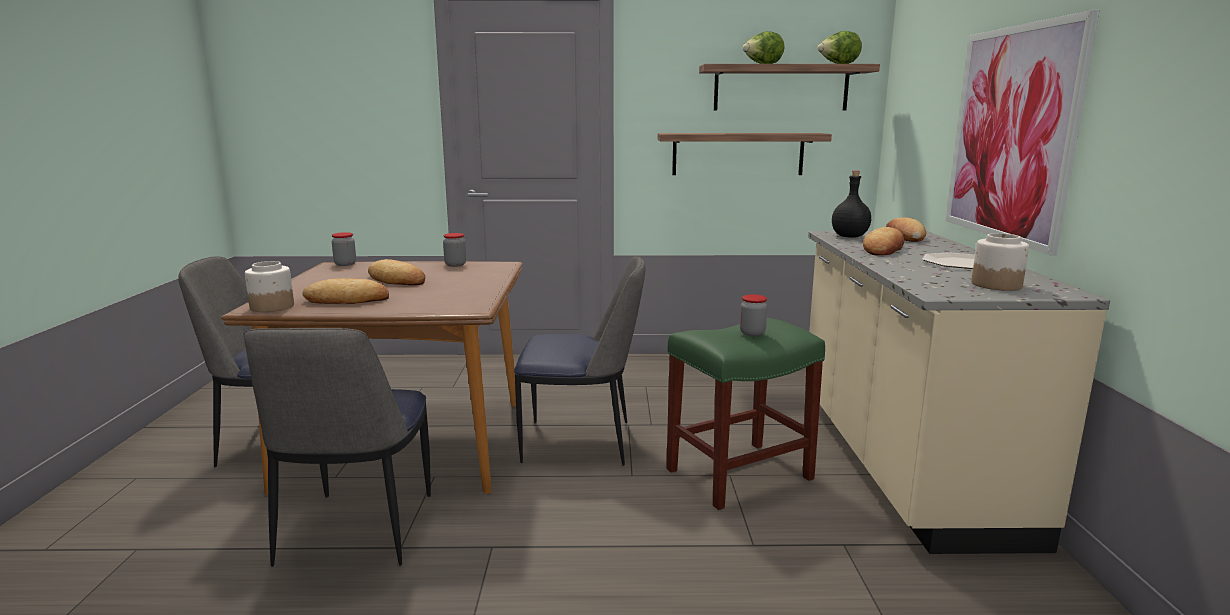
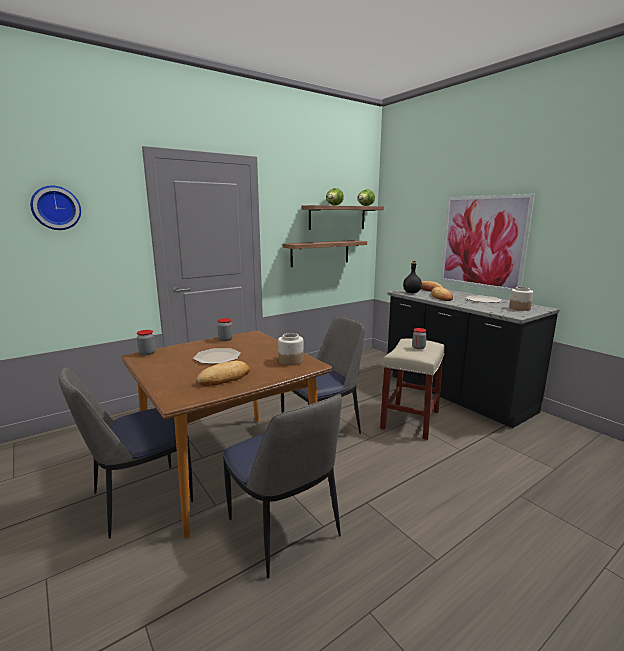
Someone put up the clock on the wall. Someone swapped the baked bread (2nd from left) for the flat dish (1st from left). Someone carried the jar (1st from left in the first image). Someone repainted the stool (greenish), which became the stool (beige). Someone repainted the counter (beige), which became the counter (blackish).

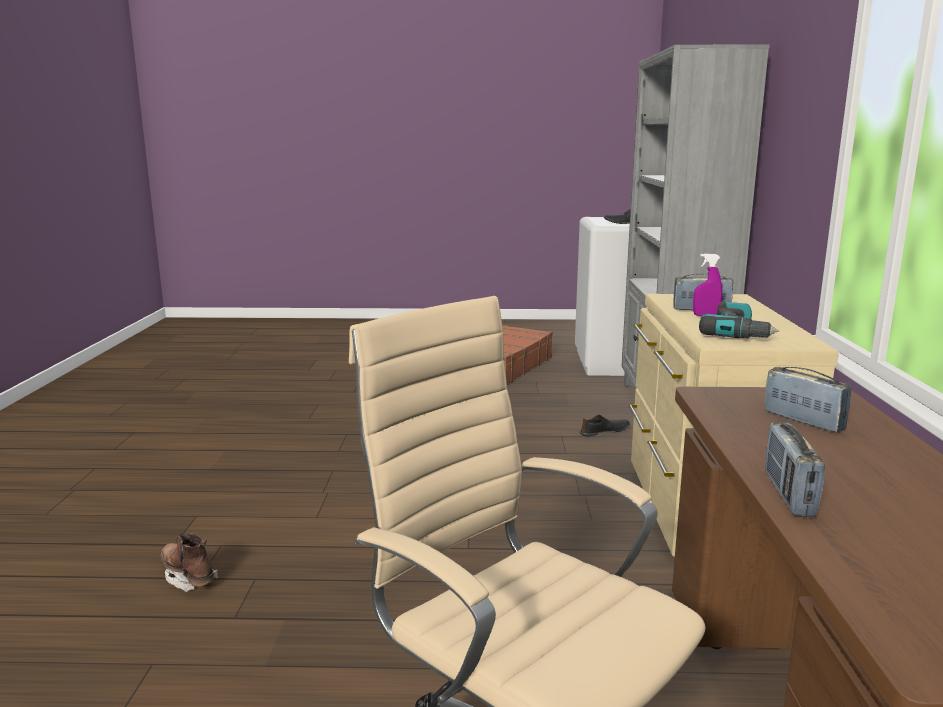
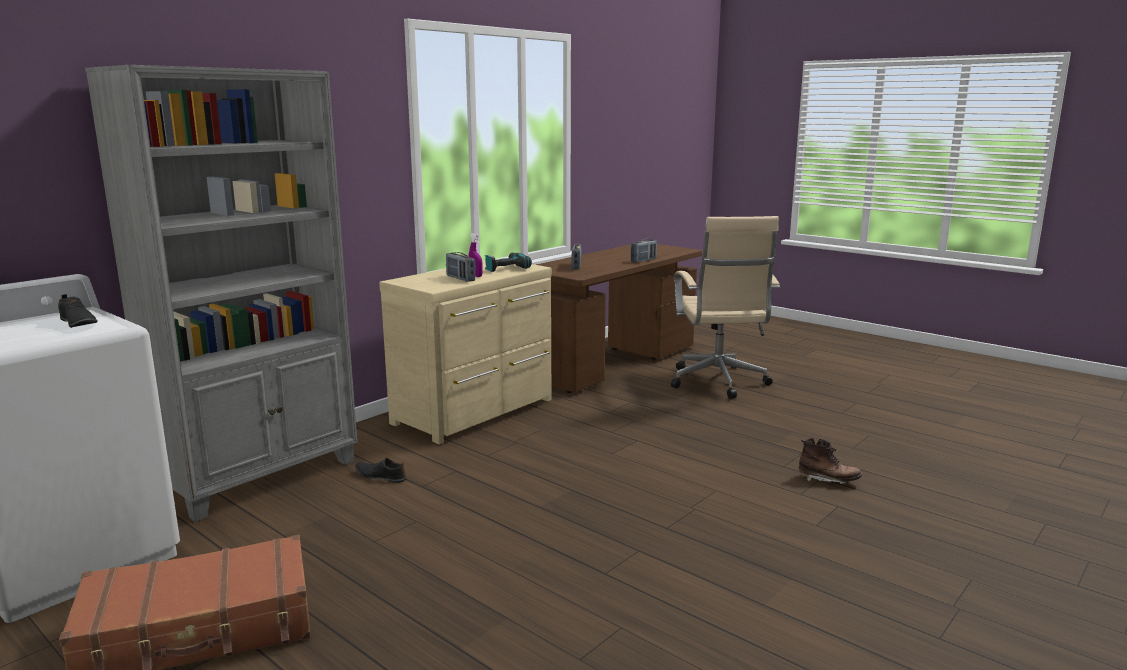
Someone rotated the boot (brown) by 60 degrees counterclockwise.

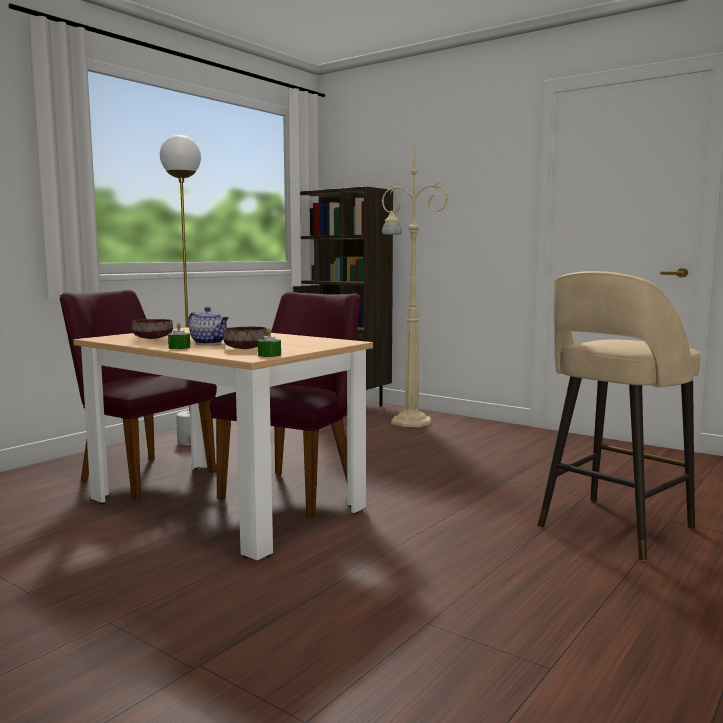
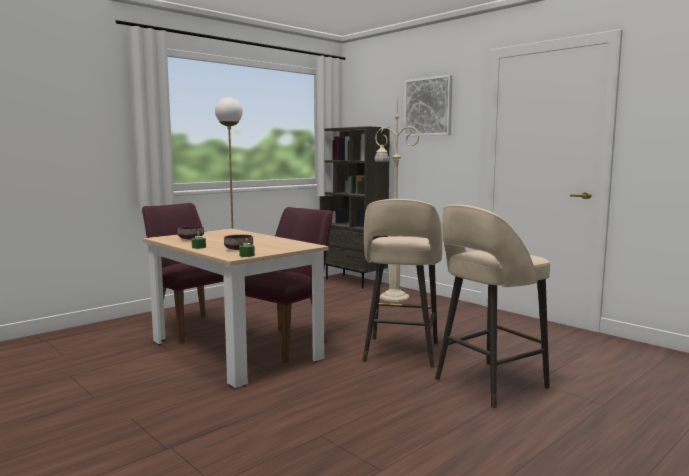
Someone put down the stool (beige) (1st from left). Someone put up the picture. Someone took away the pot for tea.

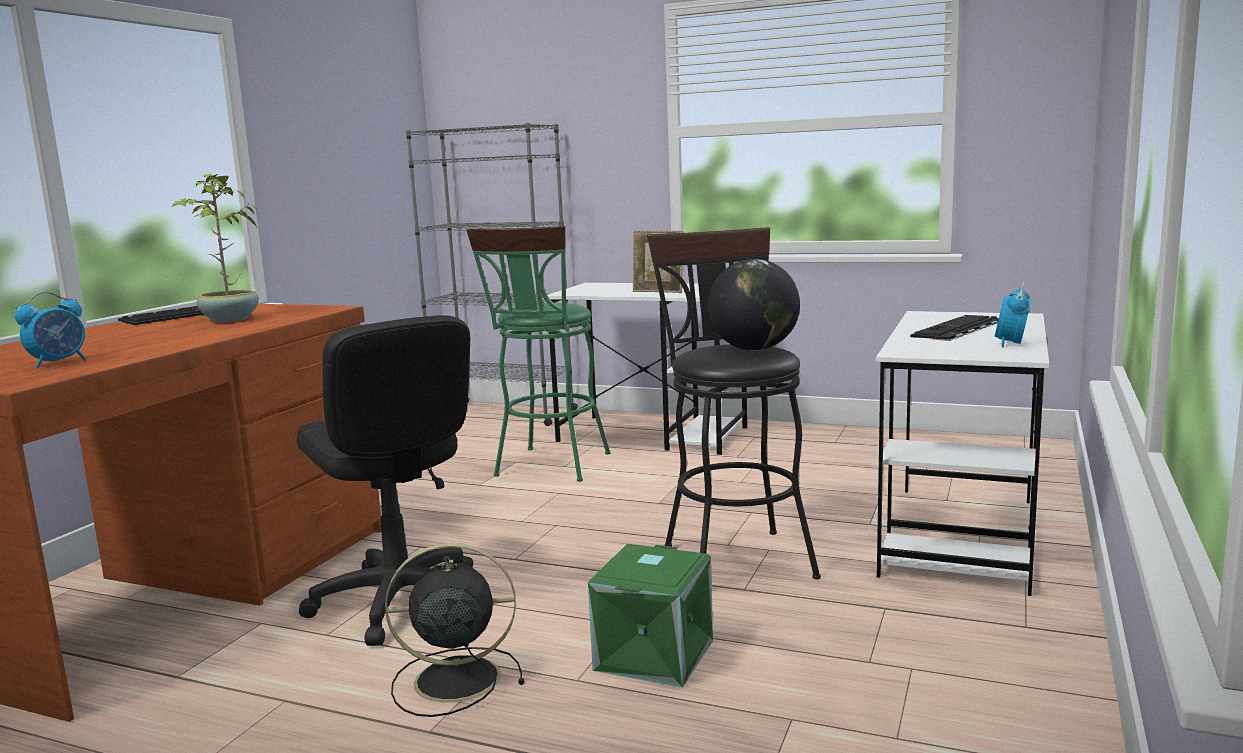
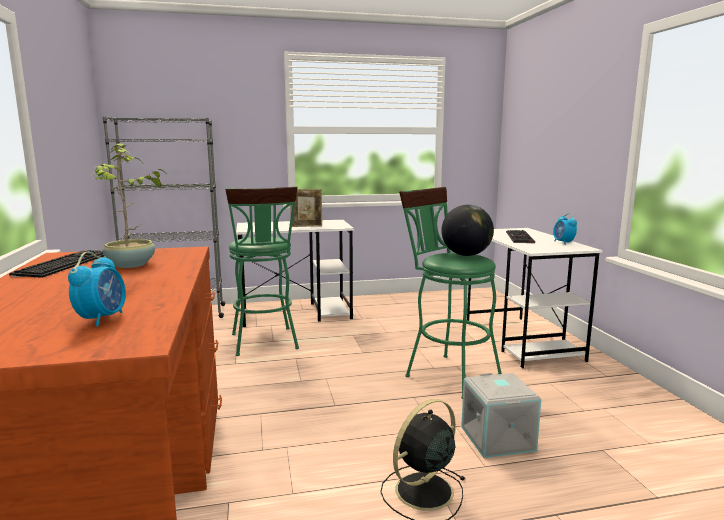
Someone repainted the stool (blackish), which became the stool (greenish) (2nd from left). Someone repainted the storage bin (greenish), which became the storage bin (greyish). Someone took away the desk chair (blackish).

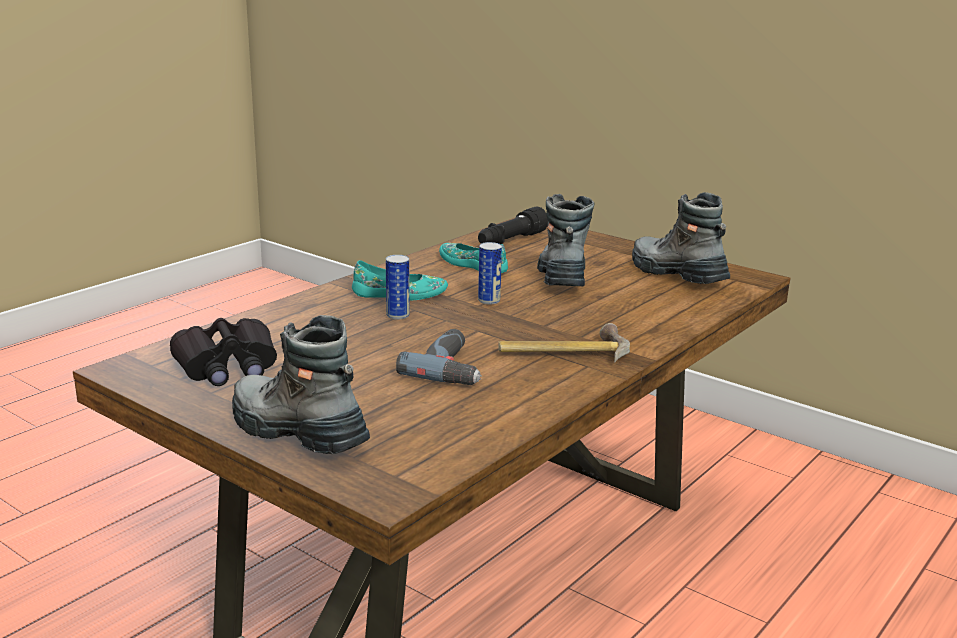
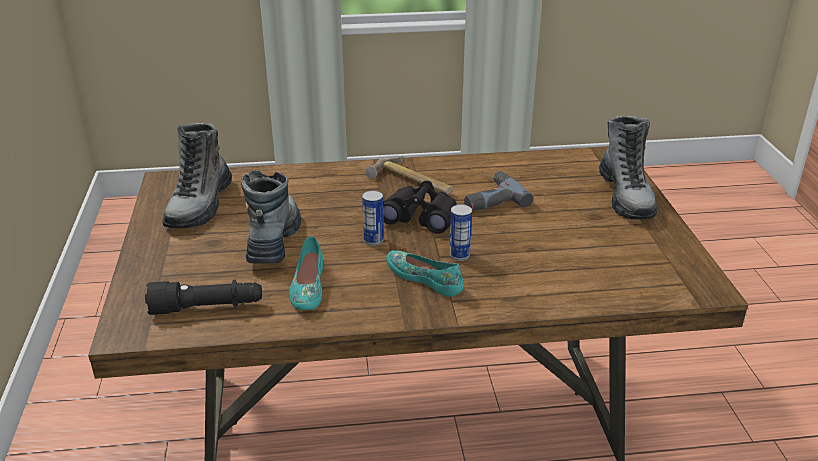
Someone rotated the boot (2nd from left) by 135 degrees clockwise. Someone carried the field glasses (blackish).

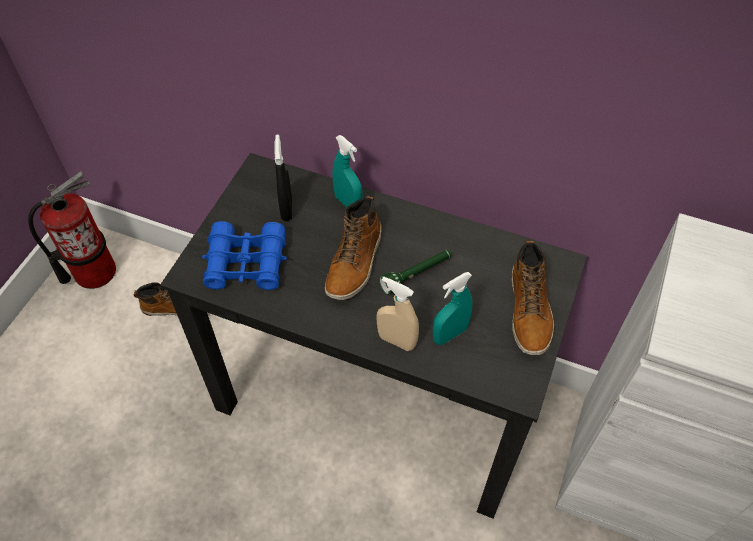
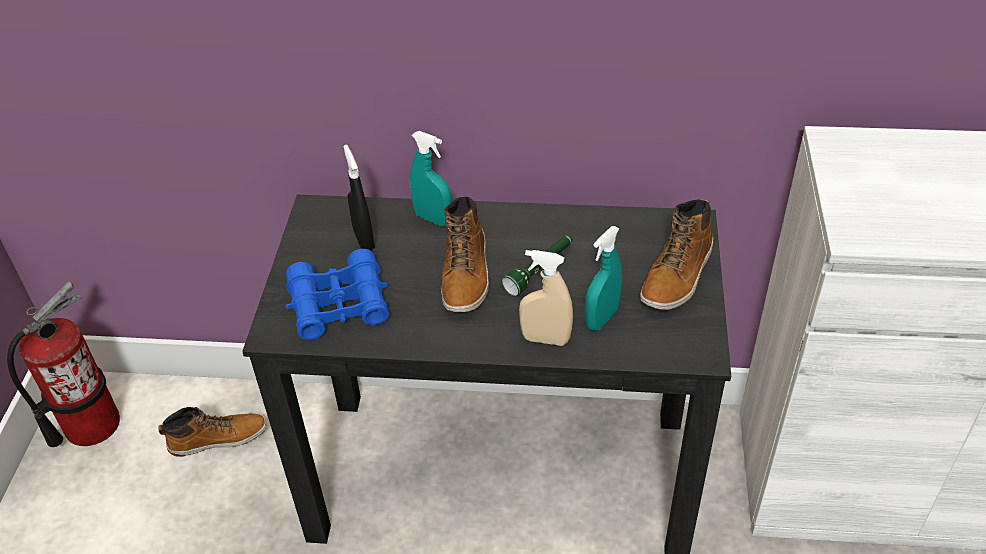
Someone rotated the boot (3rd from left) by 45 degrees clockwise.

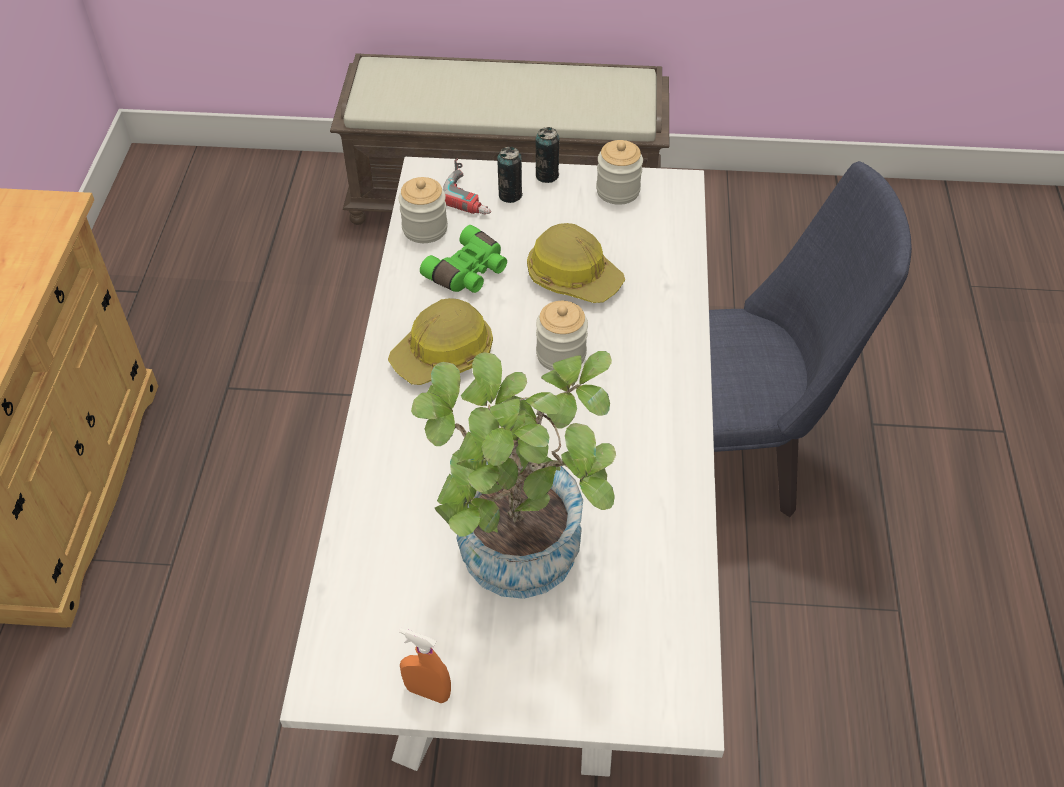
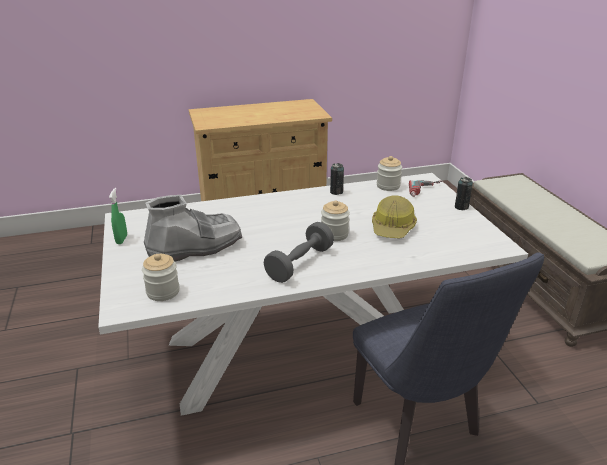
Someone repainted the hand sprayer (orange-coloured), which became the hand sprayer (greenish). Someone carried the jar (3rd from left in the first image). Someone swapped the potted plant for the boot (greyish). Someone put down the free weight (greyish). Someone carried the can (1st from left). Someone took away the hard hat (1st from left). Someone took away the field glasses (greenish).

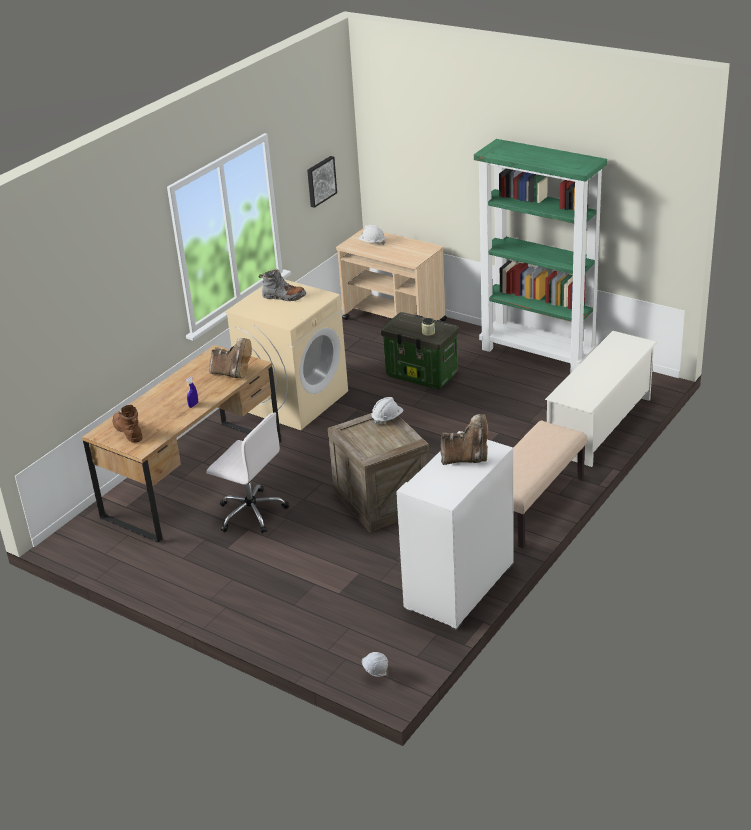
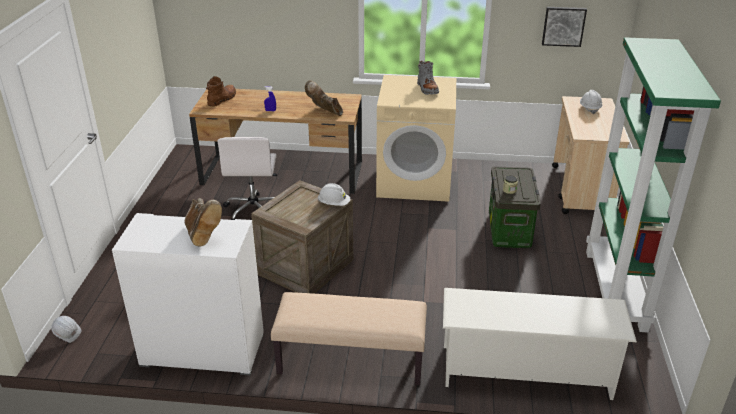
Someone rotated the boot (brown) (2nd from left in the first image) by 135 degrees clockwise.

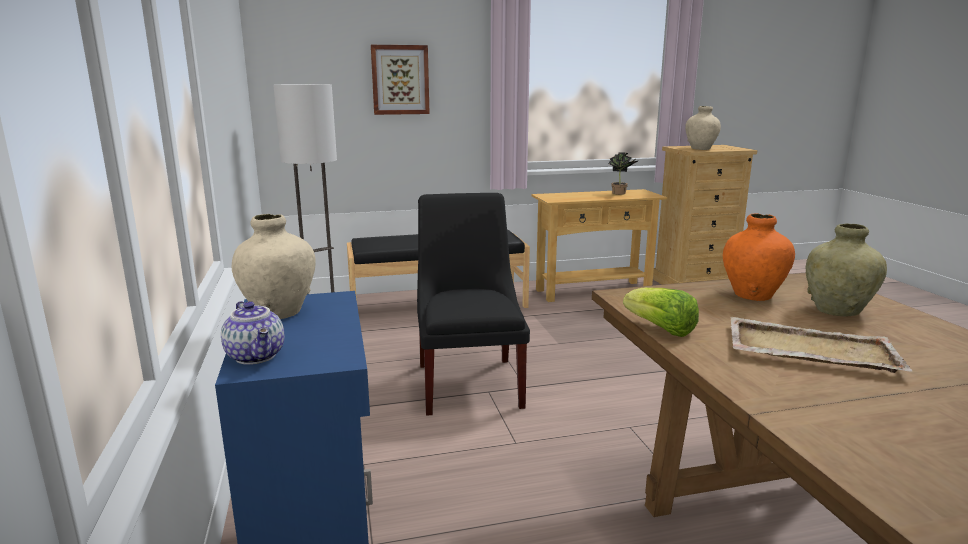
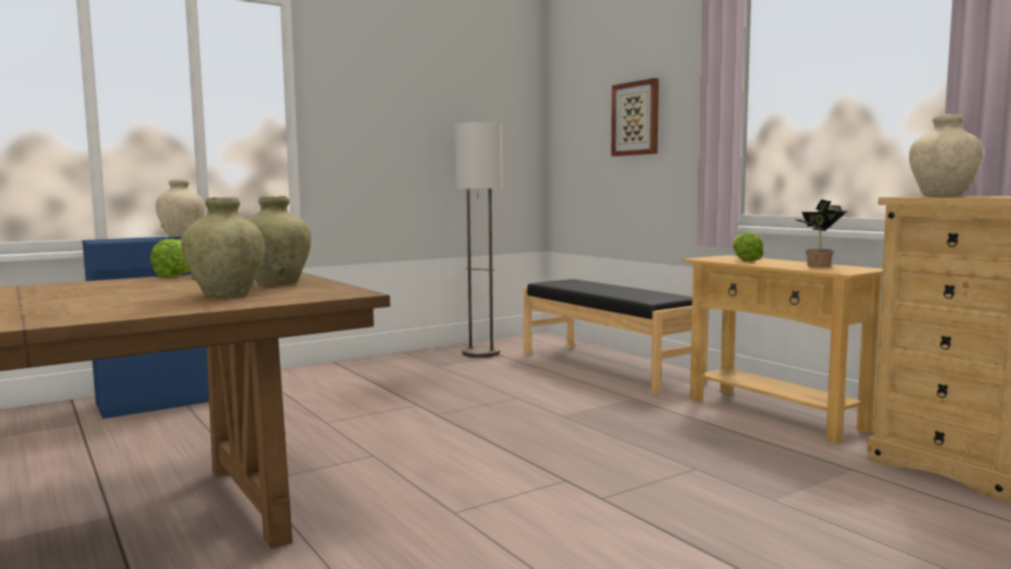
Someone repainted the decorative vase (orange-coloured), which became the decorative vase (beige) (3rd from left). Someone put down the lettuce head (2nd from left). Someone took away the pot for tea. Someone took away the plain chair (blackish). Someone took away the tray (beige).

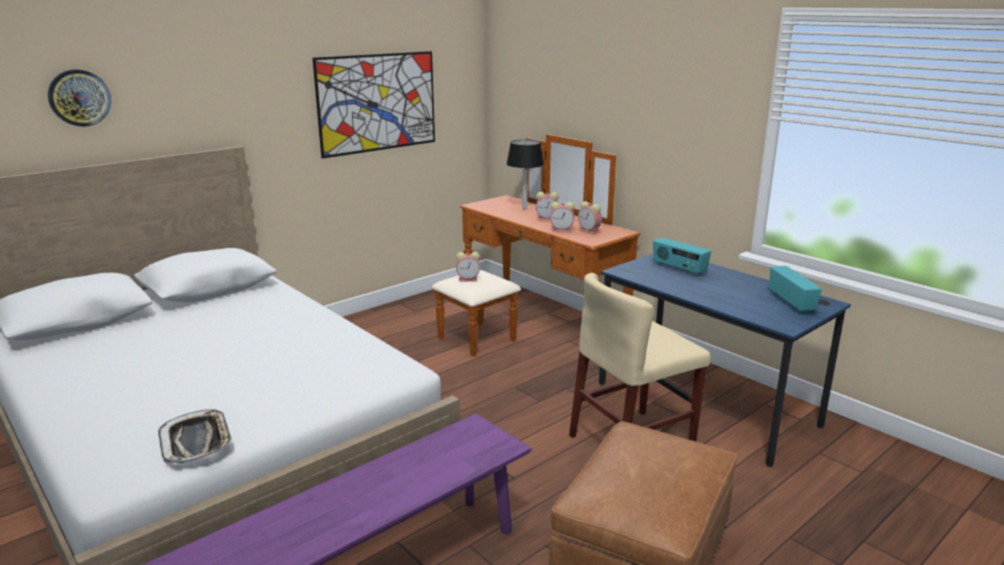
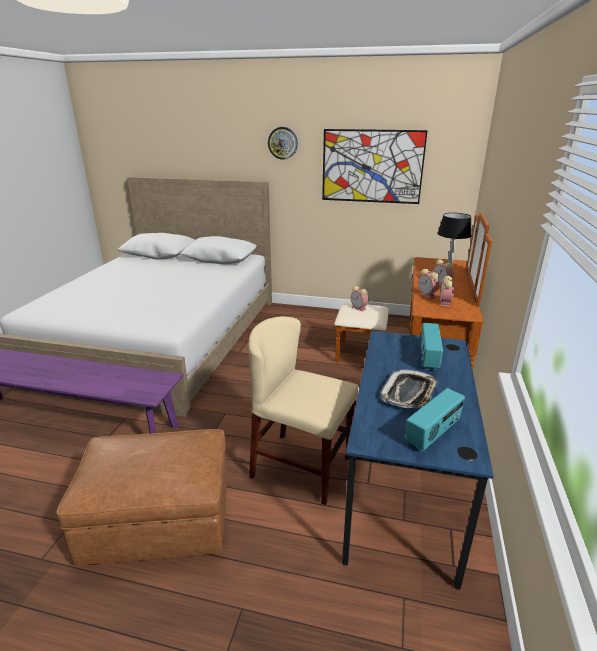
Someone carried the clock on the wall. Someone carried the tray.

